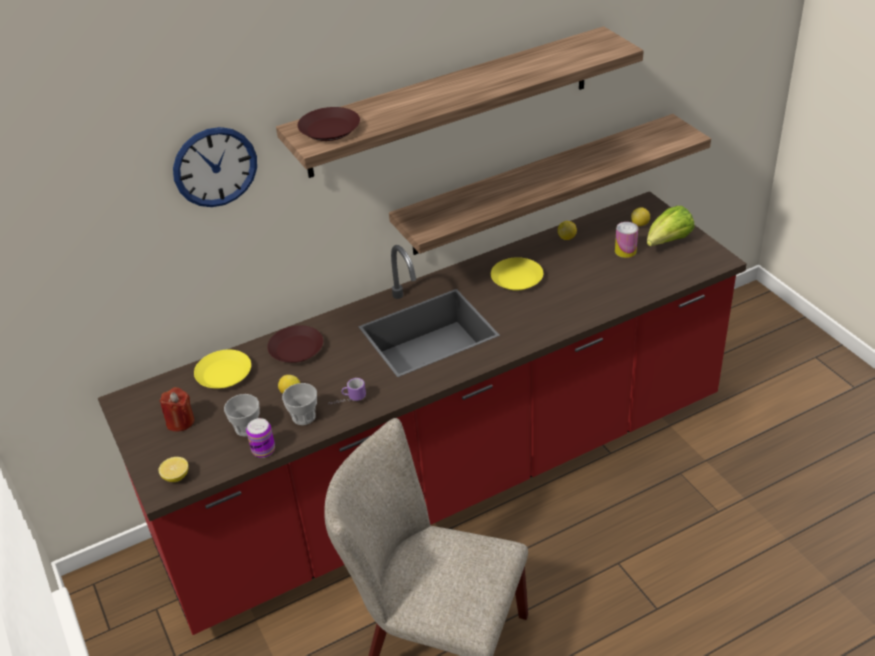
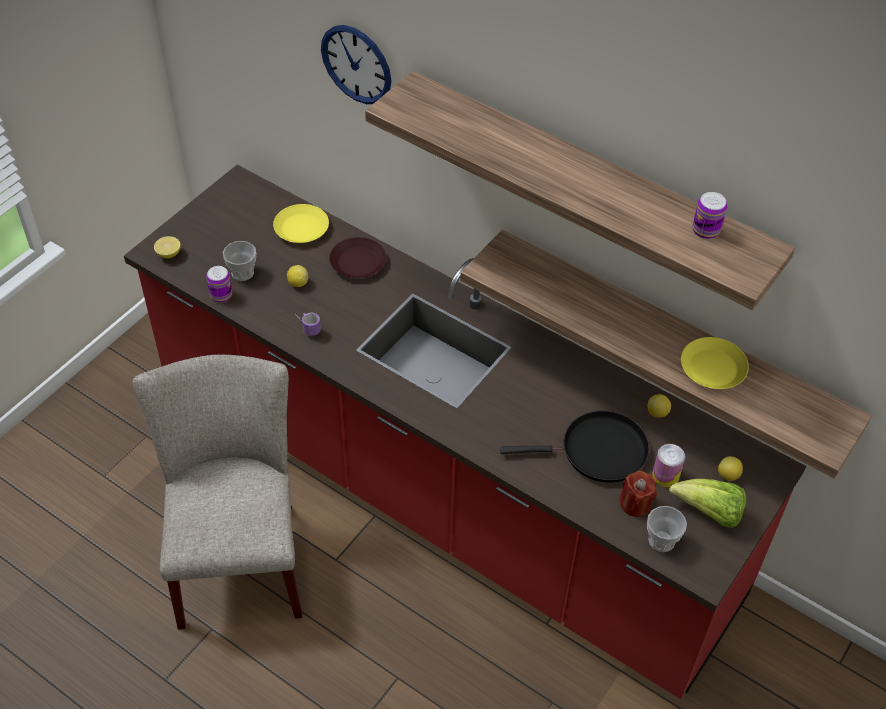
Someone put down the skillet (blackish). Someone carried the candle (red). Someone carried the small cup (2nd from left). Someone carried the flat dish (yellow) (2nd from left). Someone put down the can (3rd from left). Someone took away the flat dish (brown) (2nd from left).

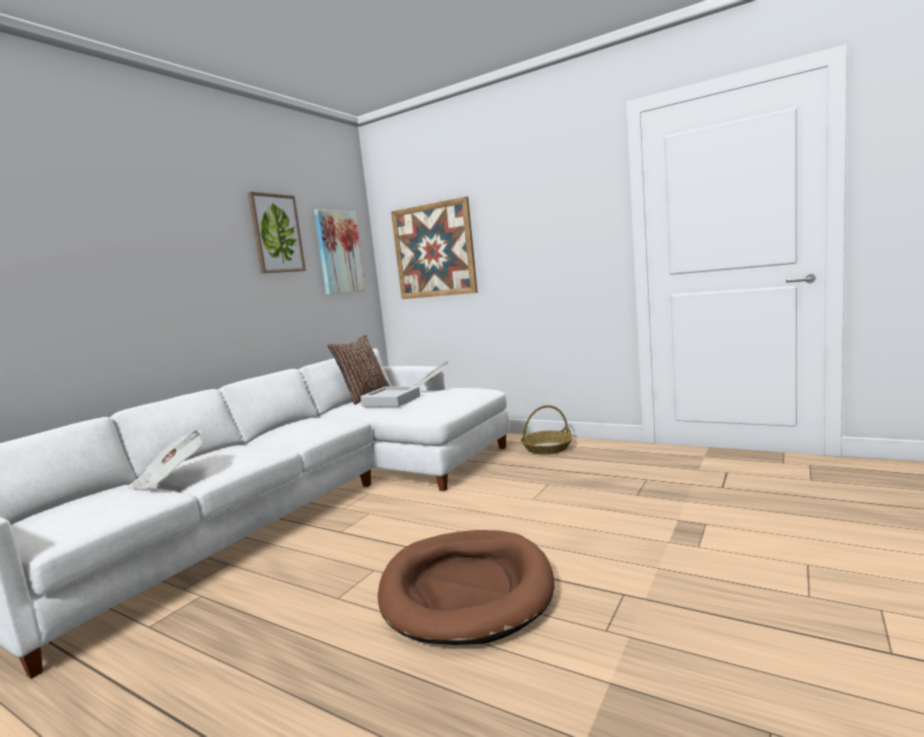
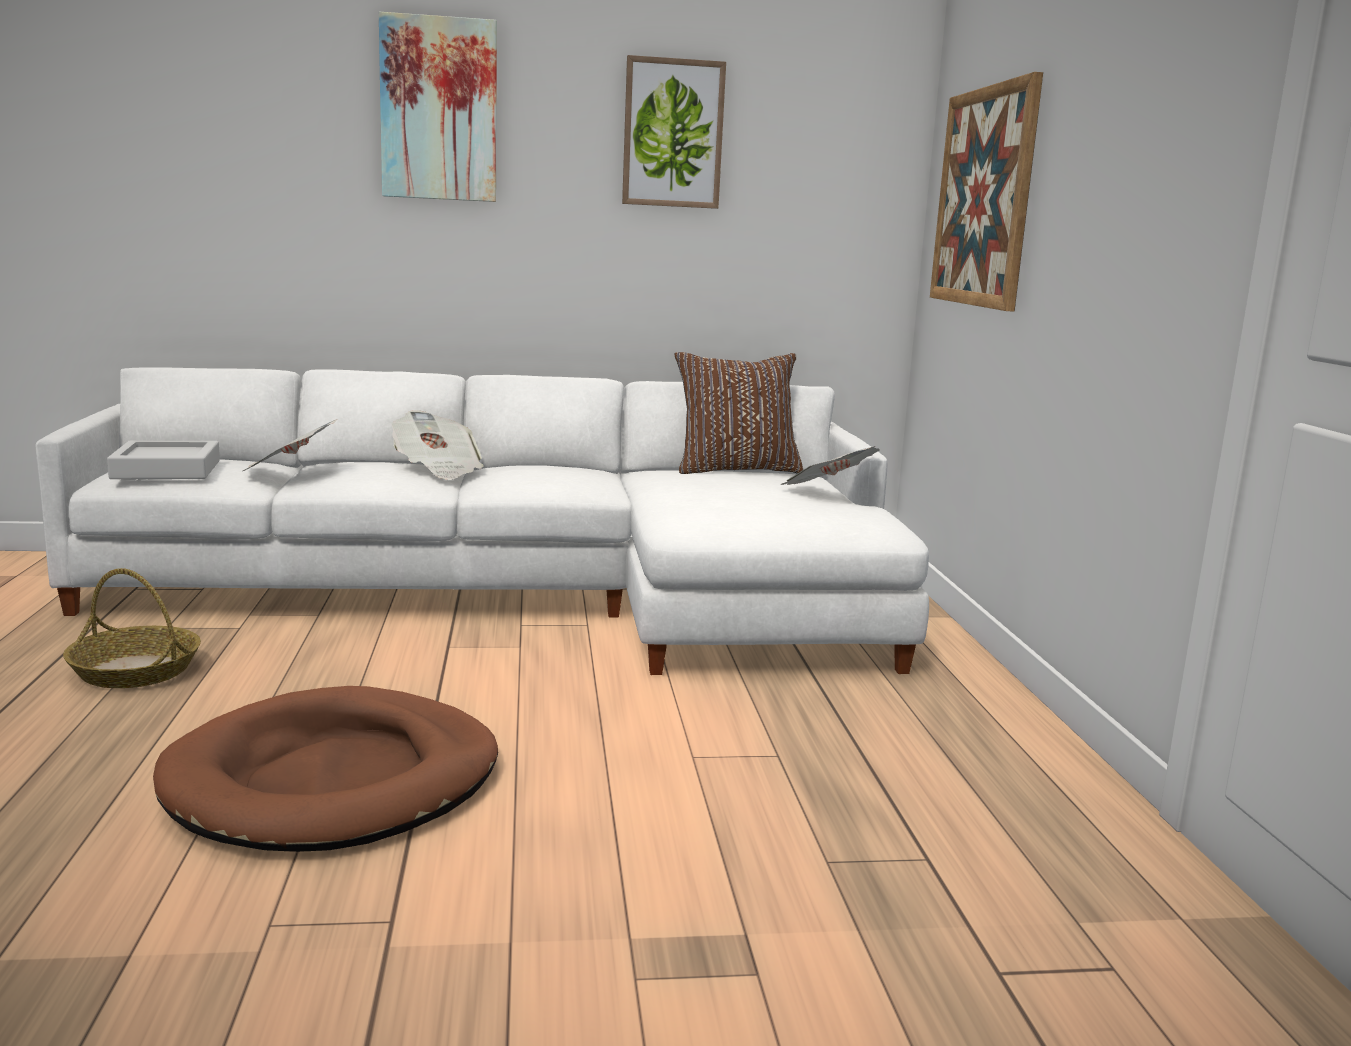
Someone carried the household basket. Someone carried the tray (greyish). Someone carried the picture (2nd from left in the first image). Someone put down the printed paper (2nd from left).

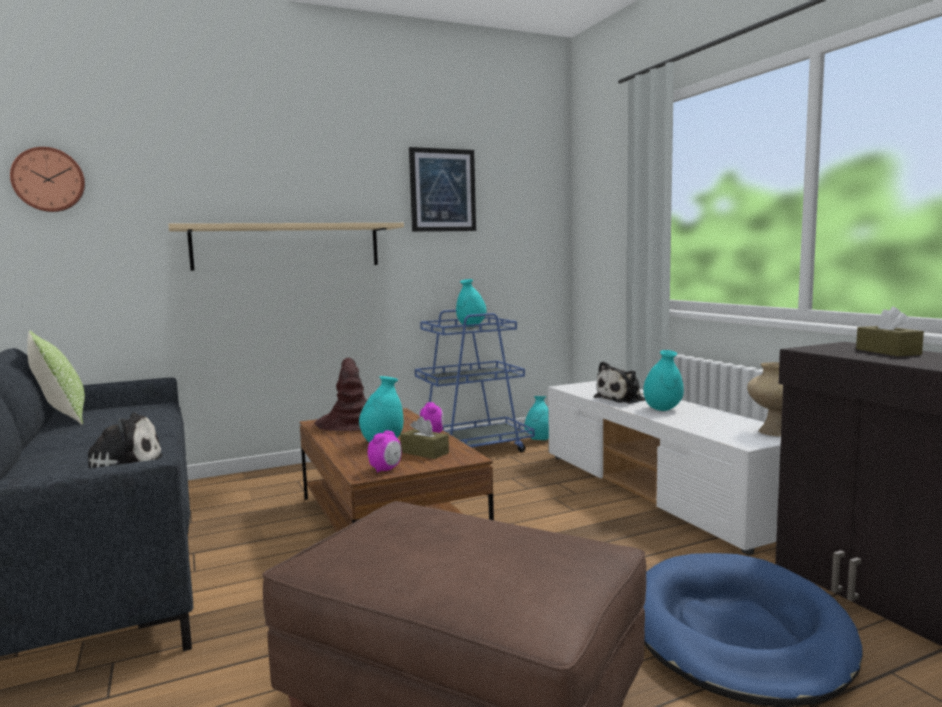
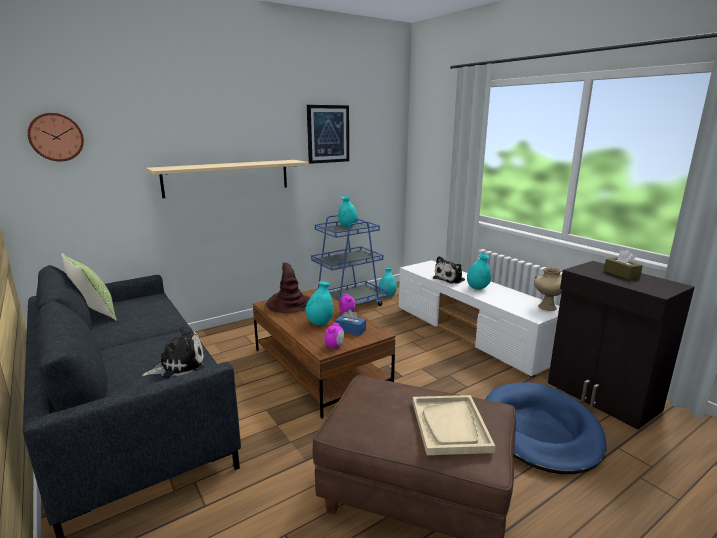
Someone repainted the tissue box (brown) (1st from left), which became the tissue box (bluish). Someone put down the tray (beige).

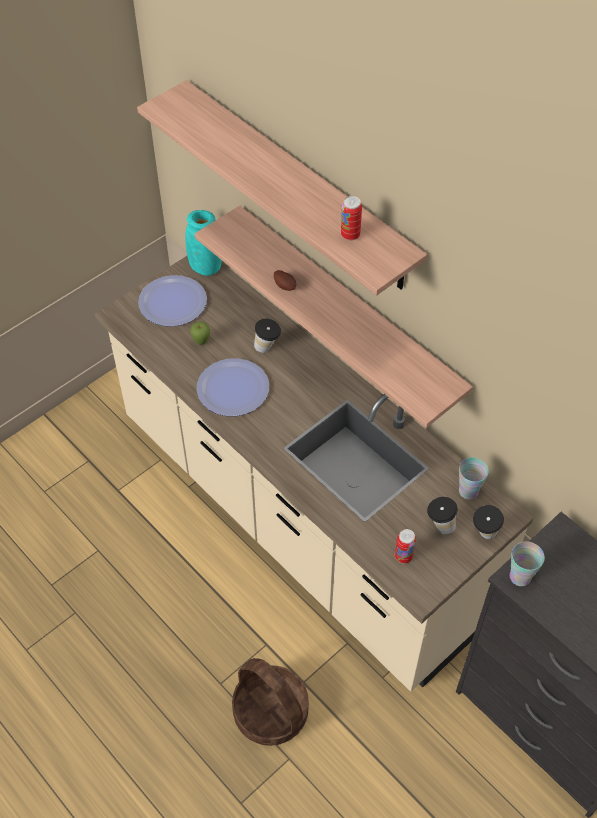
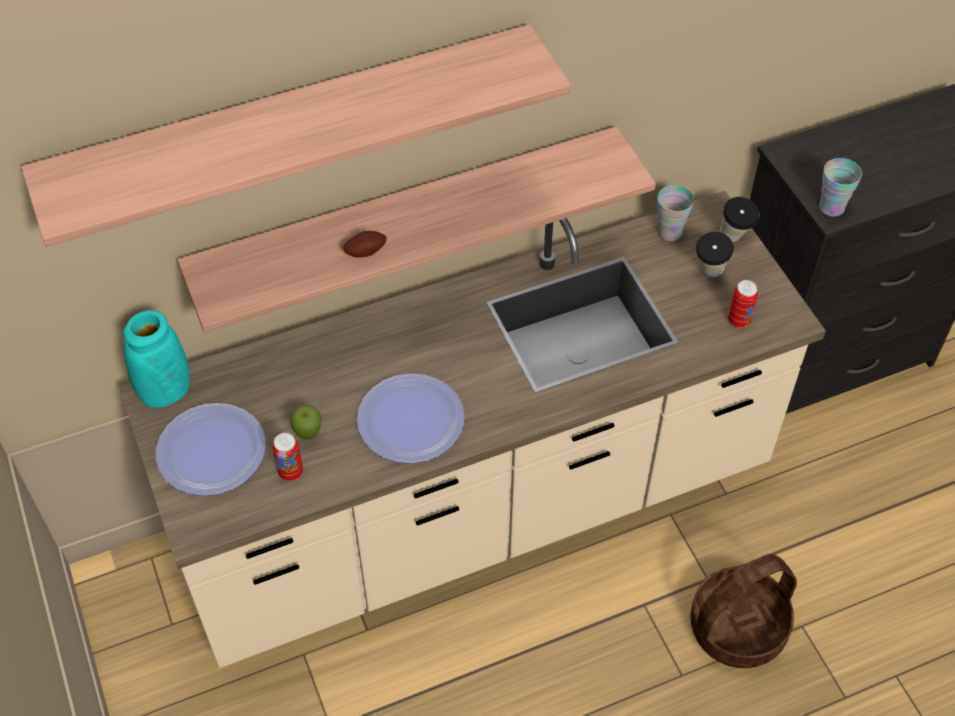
Someone carried the can (1st from left). Someone took away the small cup (1st from left).

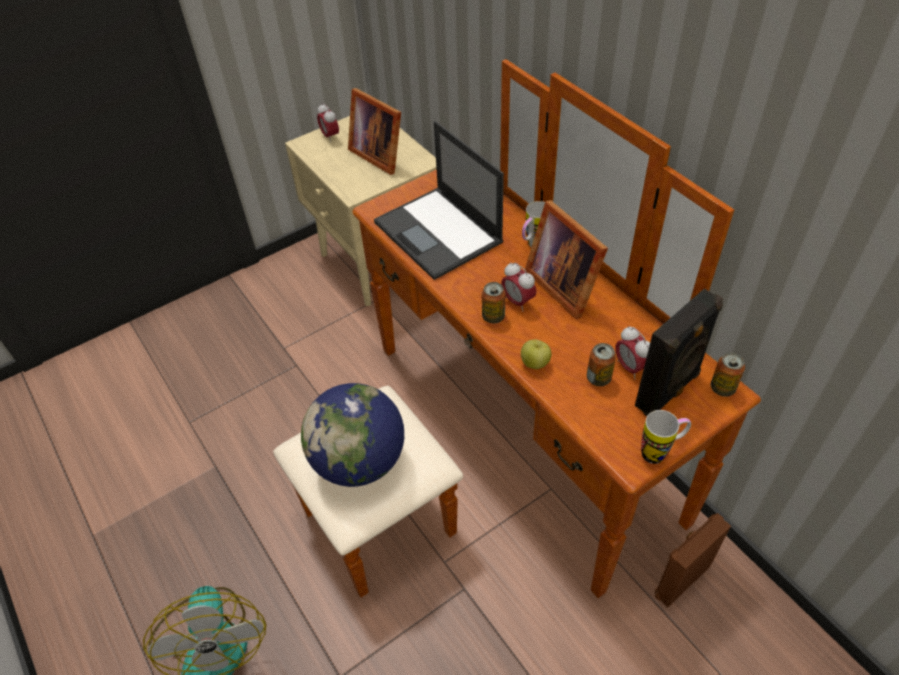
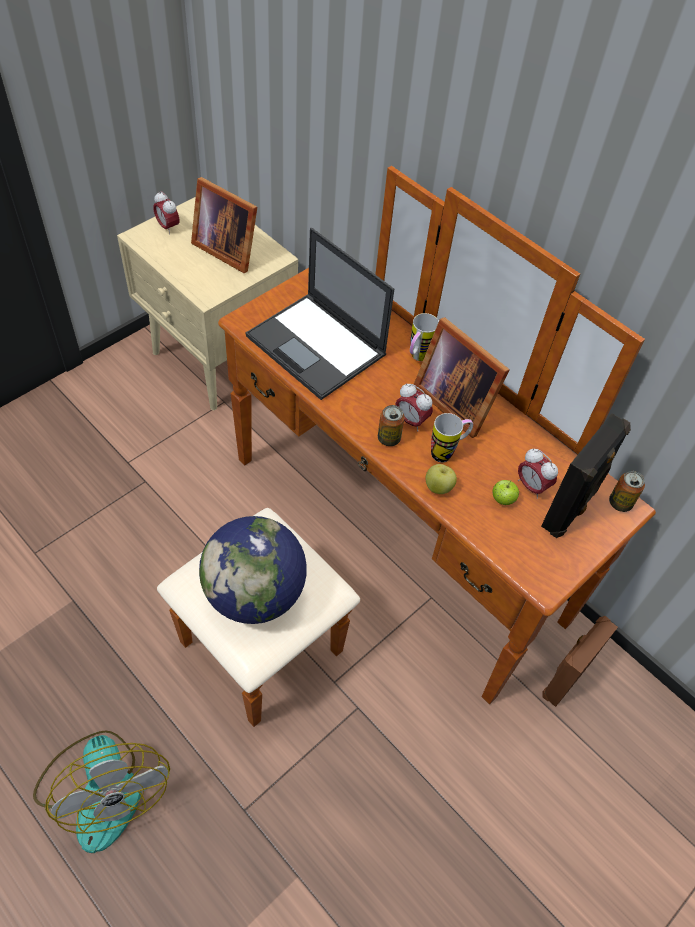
Someone carried the coffee mug (2nd from left). Someone swapped the can (2nd from left) for the apple (2nd from left).

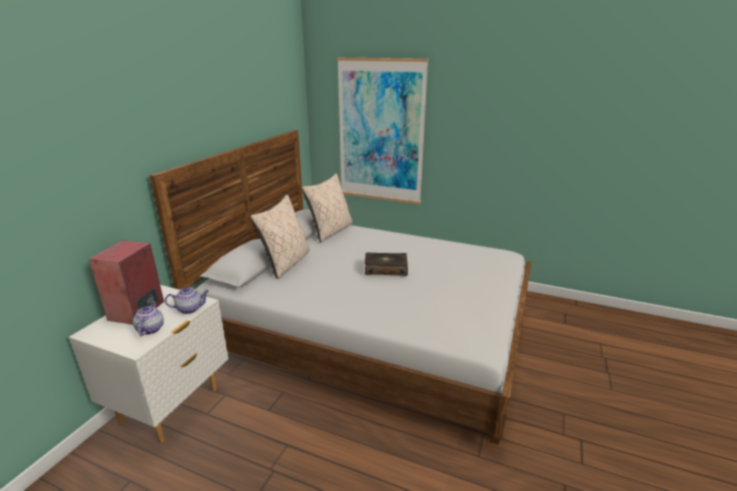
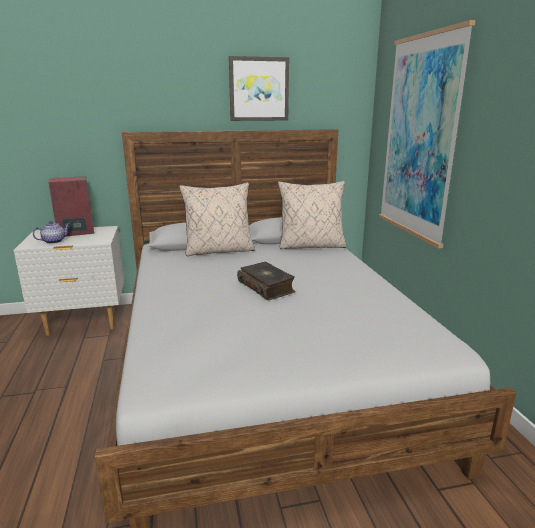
Someone put up the picture (1st from left). Someone took away the pot for tea (2nd from left).

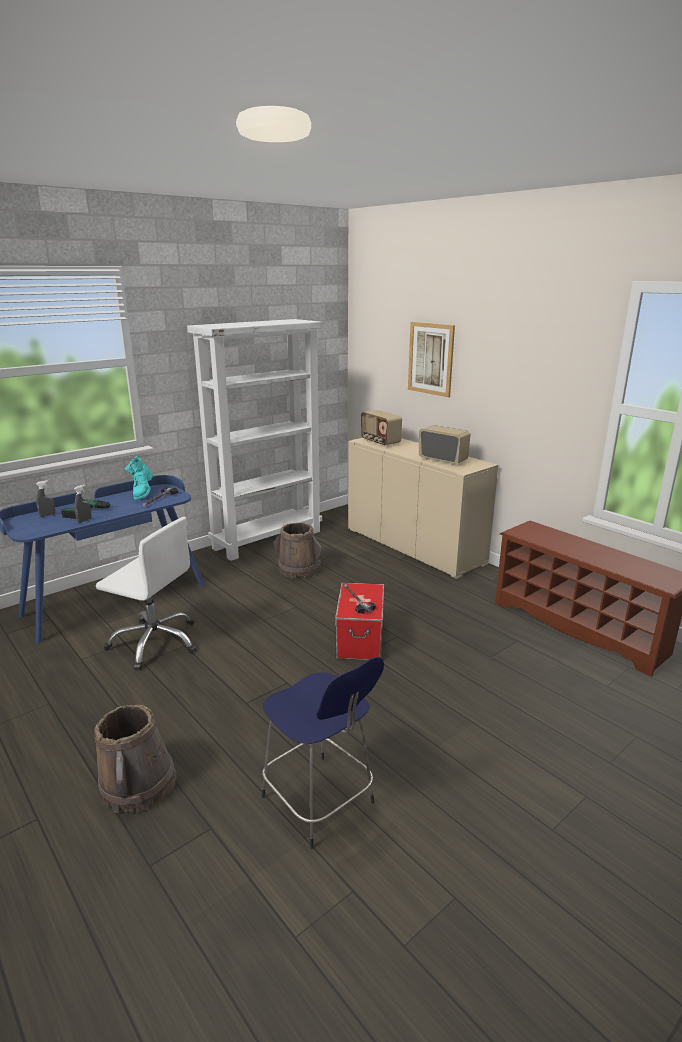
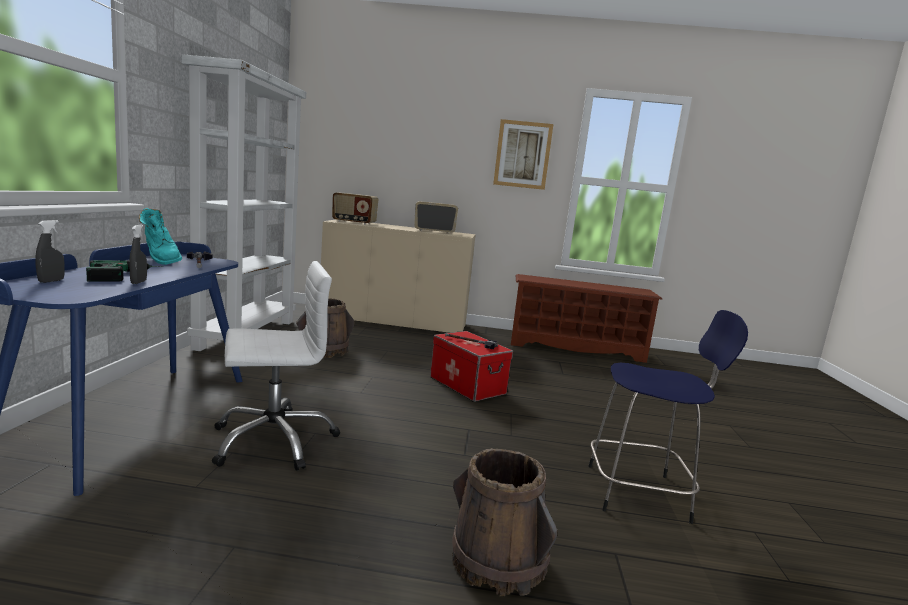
Someone carried the picture.

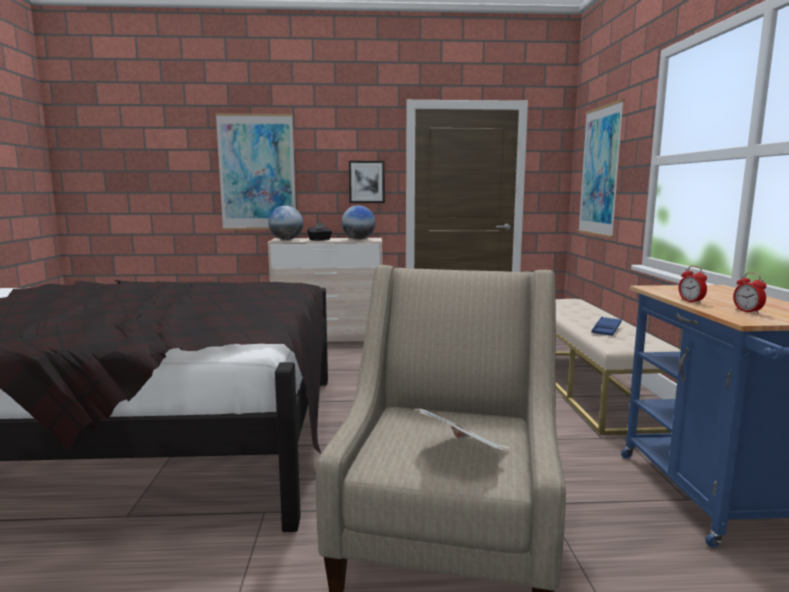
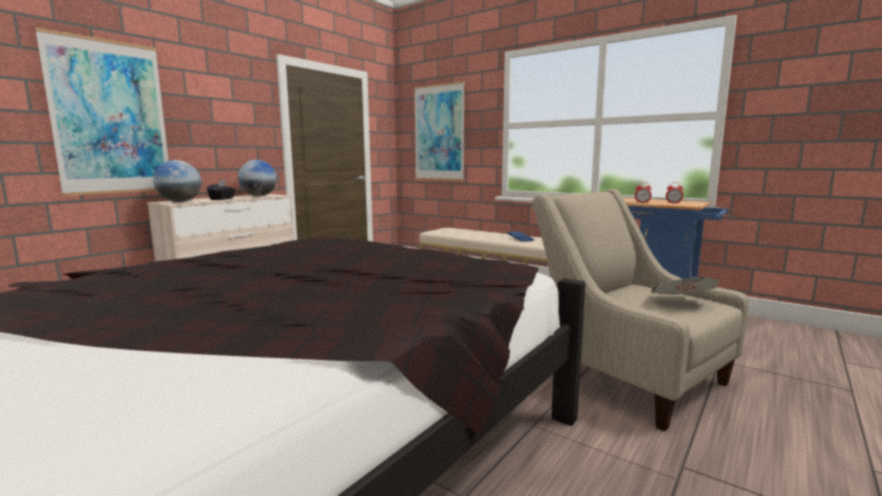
Someone took away the picture (2nd from left).

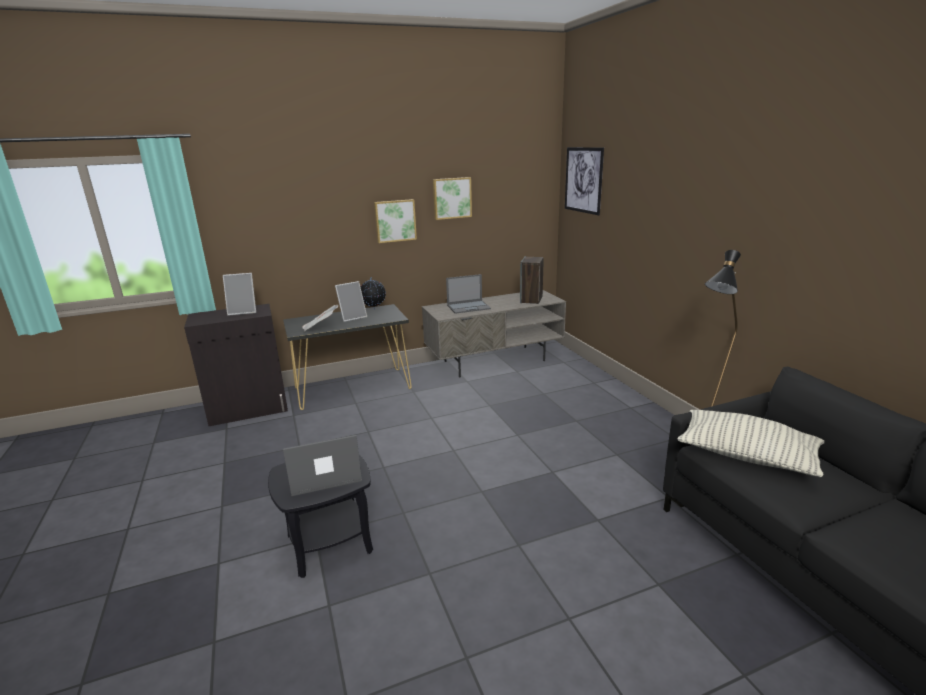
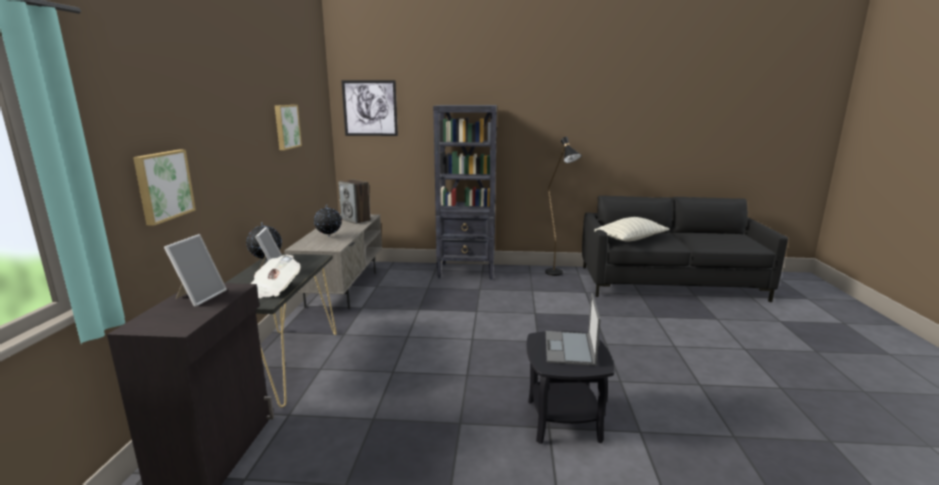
Someone carried the picture (1st from left). Someone swapped the laptop (2nd from left) for the desk globe (2nd from left). Someone put down the shelving unit (blackish).

